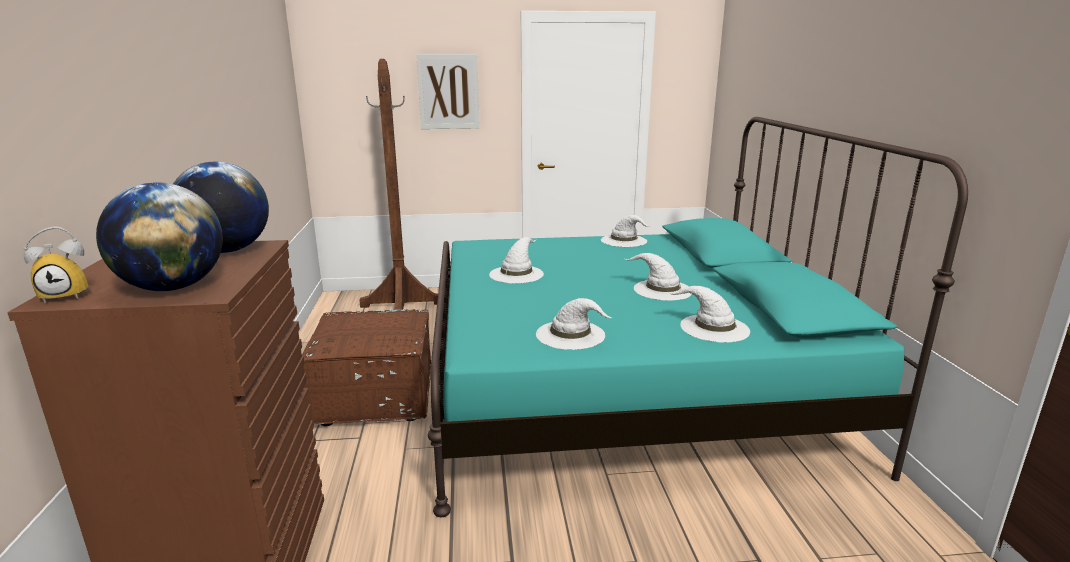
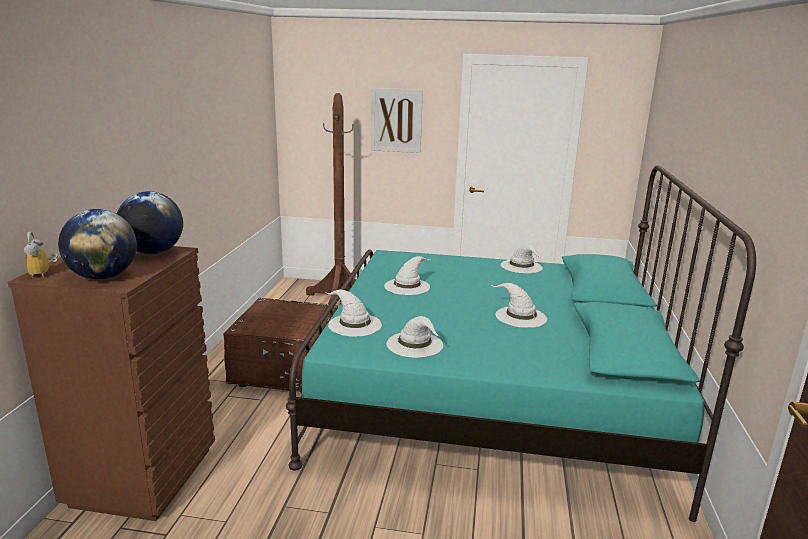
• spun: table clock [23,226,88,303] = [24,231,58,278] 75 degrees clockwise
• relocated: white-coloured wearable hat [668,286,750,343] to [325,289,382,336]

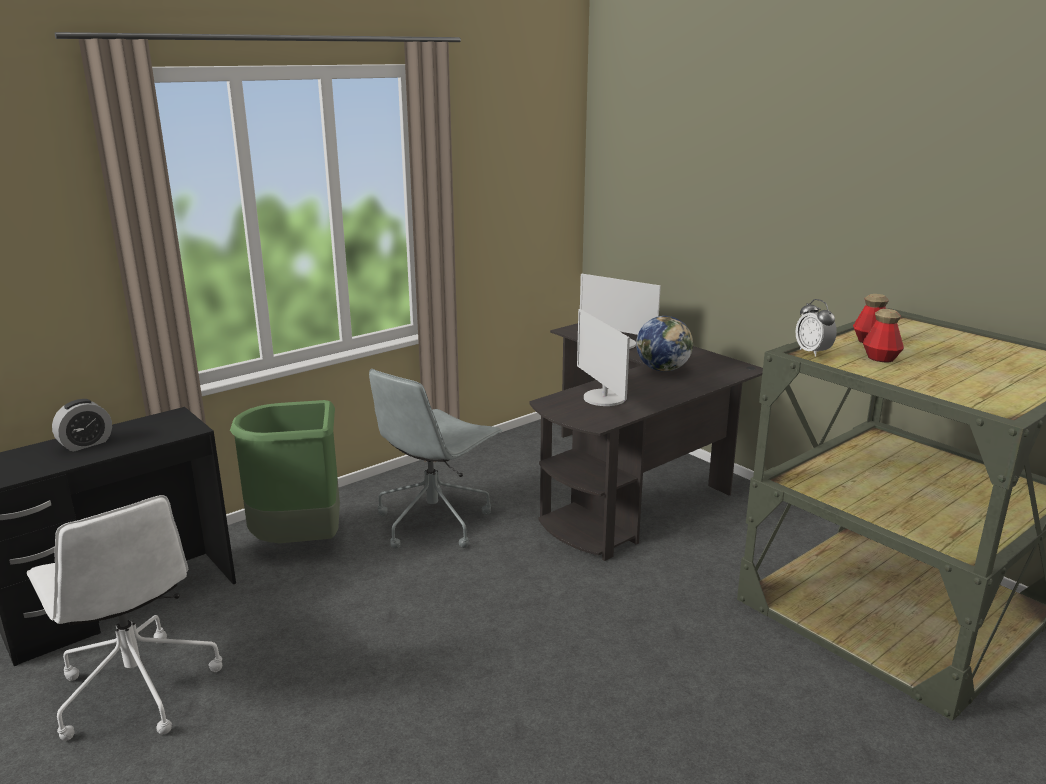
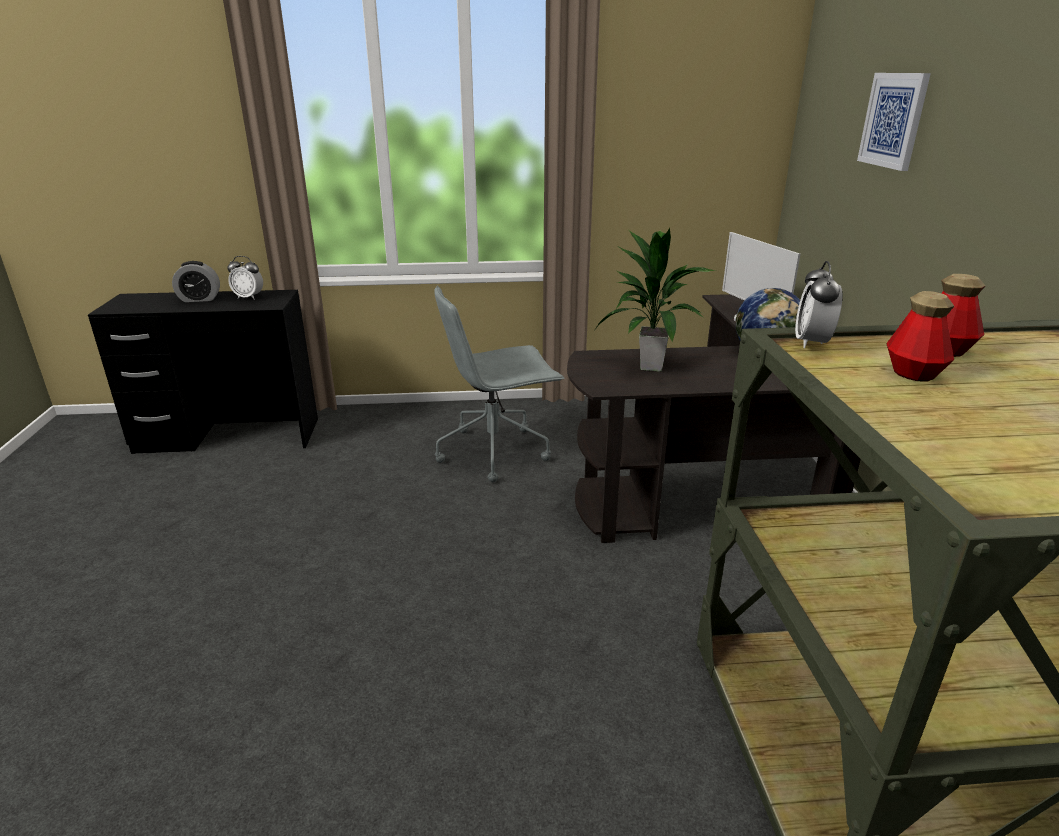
• appeared: table clock [227,256,263,300]
• exchanged: computer display [577,309,630,406] to potted plant [596,228,716,371]
• appeared: wall picture [857,73,931,171]
• missing: white-coloured office chair [27,495,222,741]
• missing: green rubbish bin [230,400,340,544]

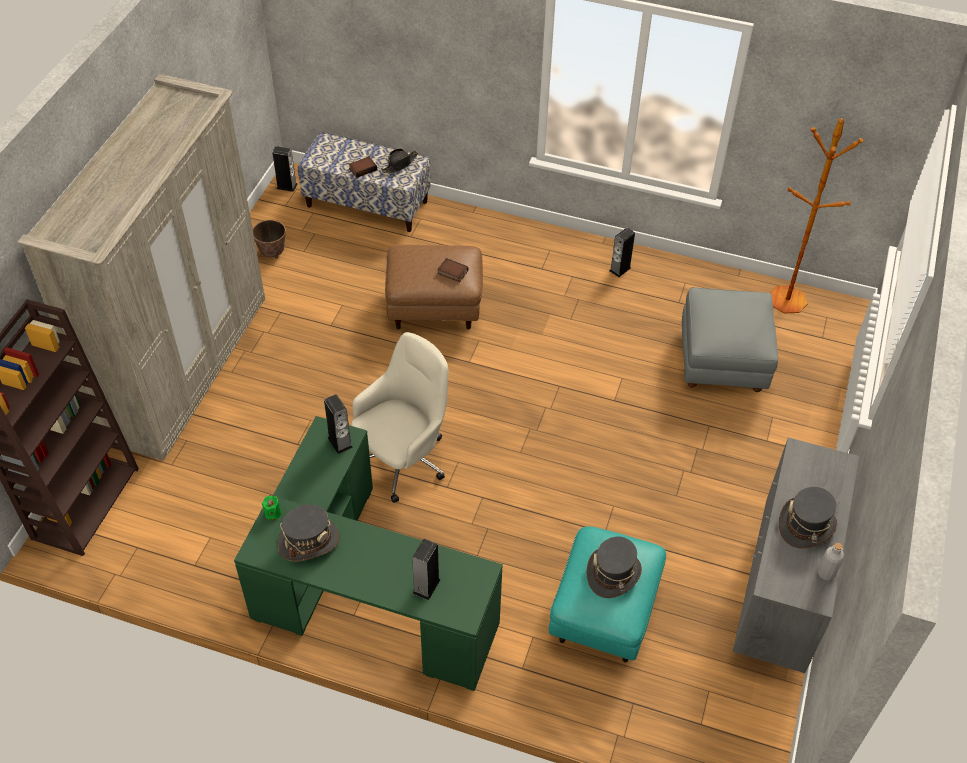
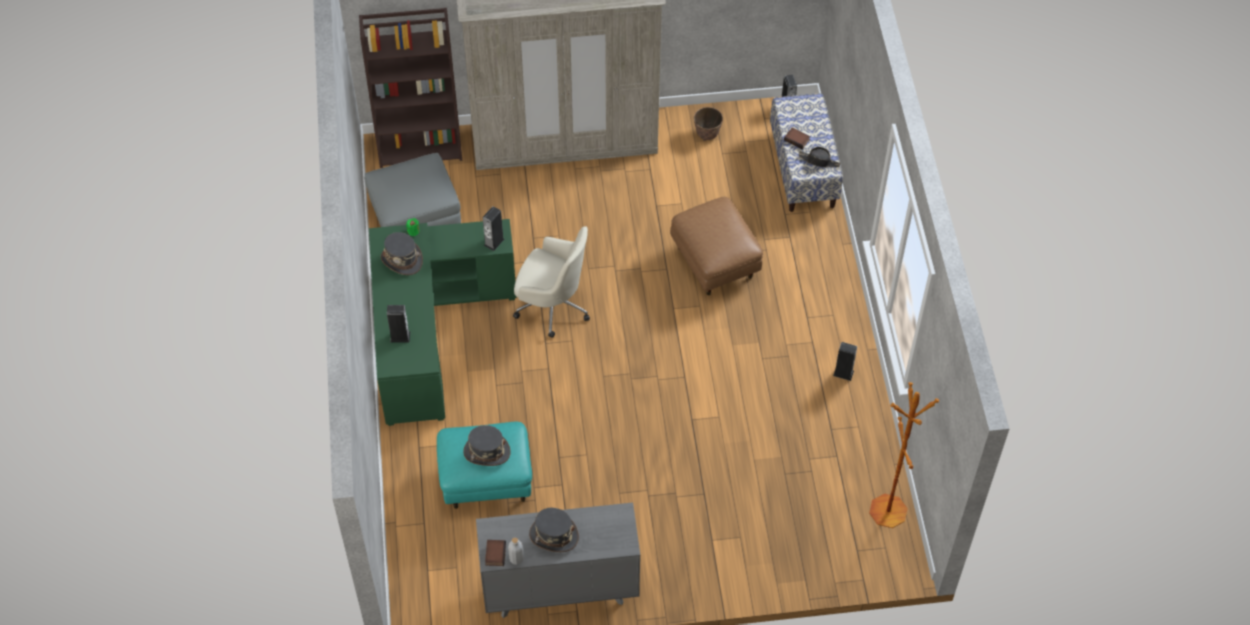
• relocated: greyish pouffe [682,287,778,392] to [364,153,461,227]
• relocated: book [437,258,468,282] to [485,540,506,566]

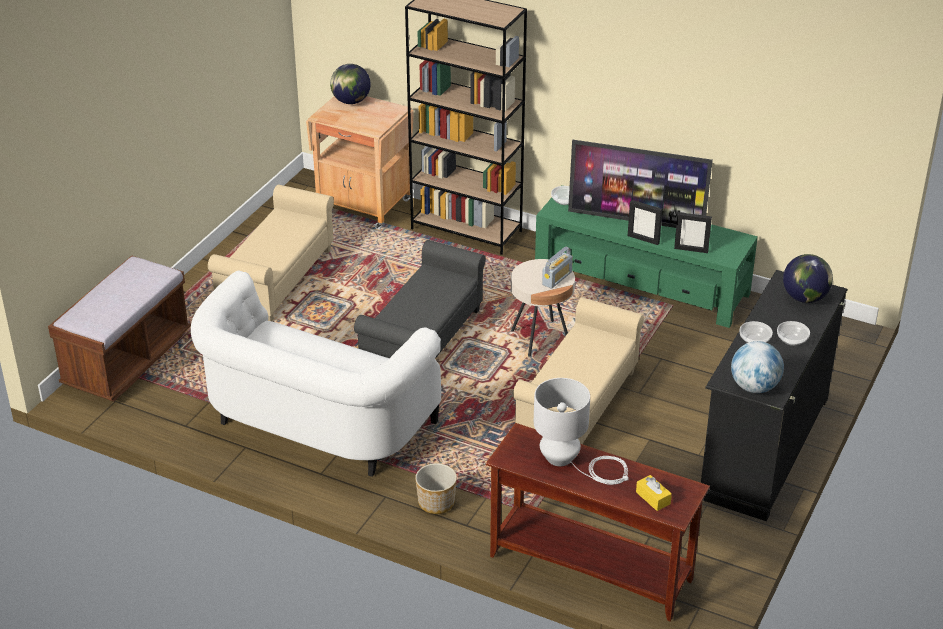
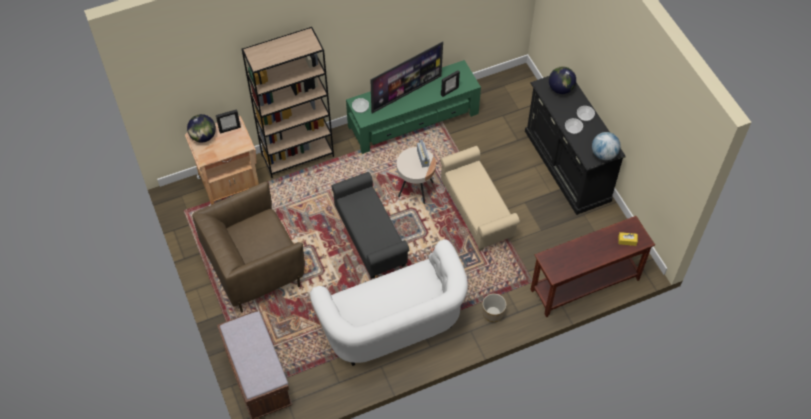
• exchanged: sand-coloured pouffe [208,185,334,321] to brown-coloured armchair [192,182,305,312]
• relocated: picture frame [628,200,662,245] to [216,109,241,134]
• missing: greyish tabletop lamp [534,378,629,485]

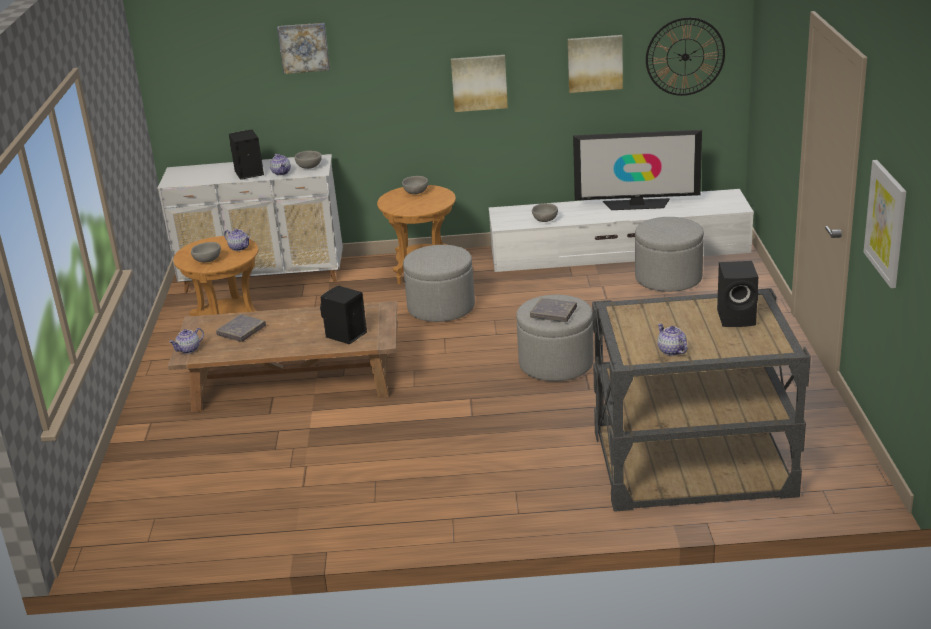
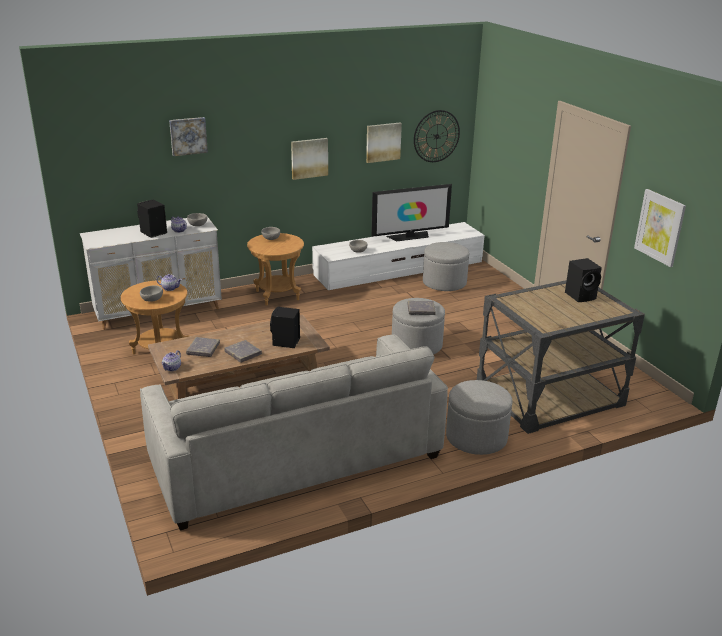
• appeared: greyish sofa [140,334,448,530]
• appeared: greyish book [224,340,262,363]
• relocated: greyish pouffe [403,245,475,322] to [446,380,513,455]
• missing: tea pot [658,323,687,356]

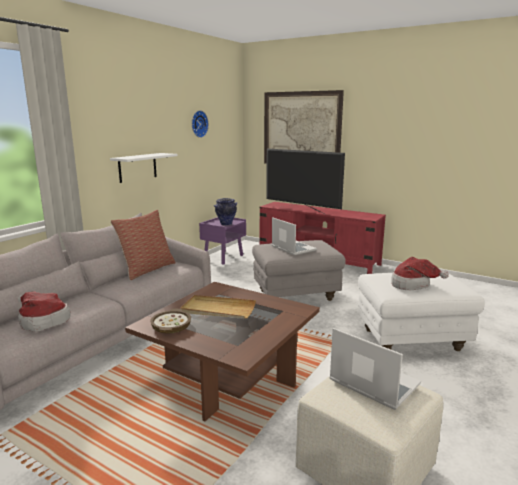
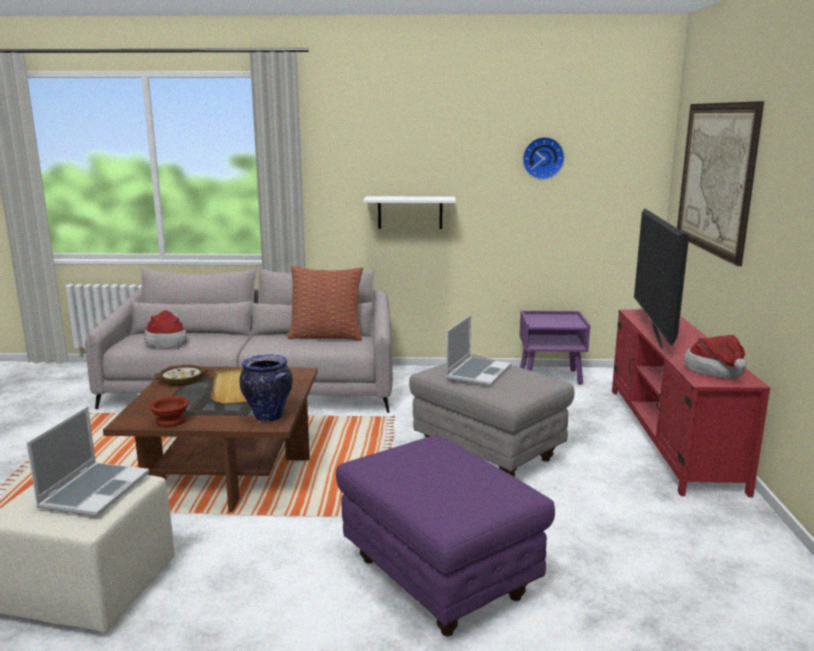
• appeared: brown-coloured deep dish [149,396,189,427]
• relocated: vase [214,198,237,226] to [240,354,293,422]
• colour: white-coloured pouffe [358,273,485,351] to purplish pouffe [336,435,555,636]
• relocated: wearable hat [391,257,449,290] to [684,335,747,379]

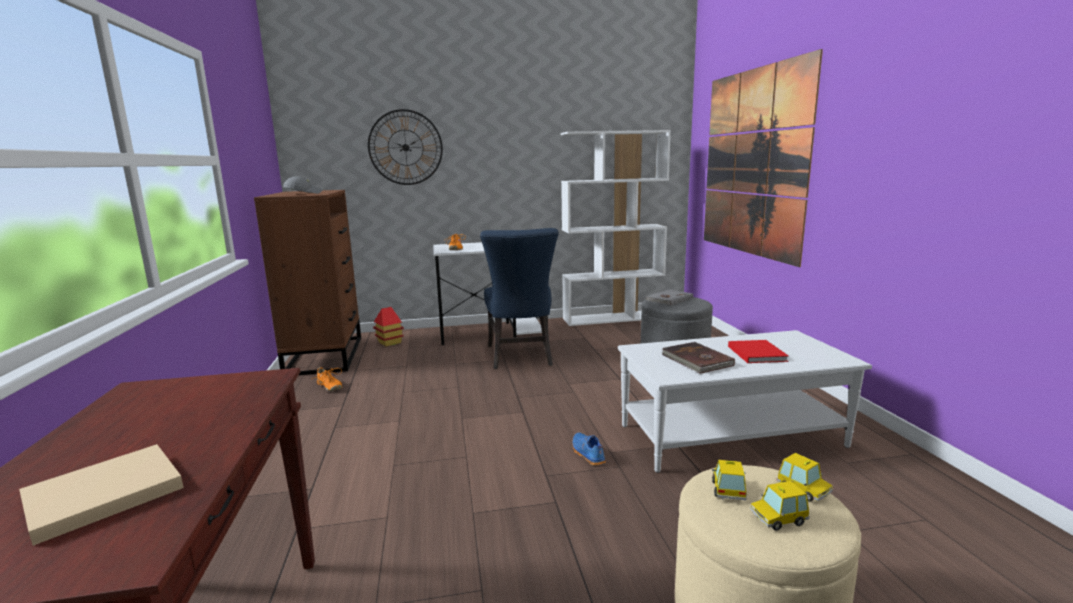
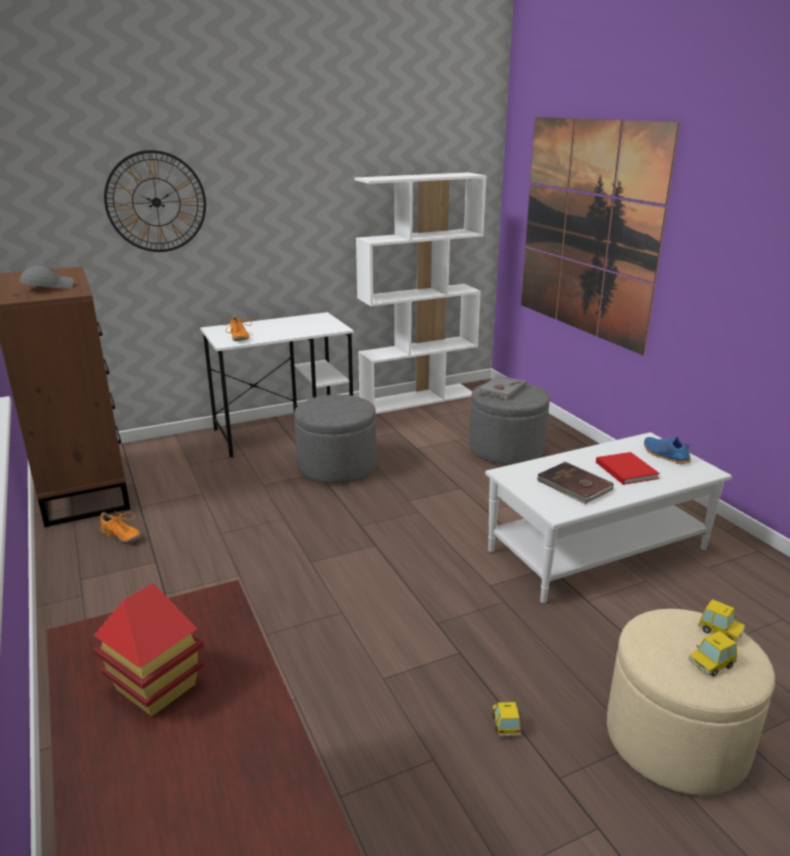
• relocated: model house [373,307,404,346] to [93,583,204,716]
• exchanged: bluish upright chair [480,228,559,369] to greyish pouffe [294,395,376,484]
• relocated: model car [712,460,747,500] to [492,702,521,737]
• relocated: bluish item of footwear [572,433,606,466] to [644,437,692,464]
• missing: sand-coloured book [19,444,184,546]

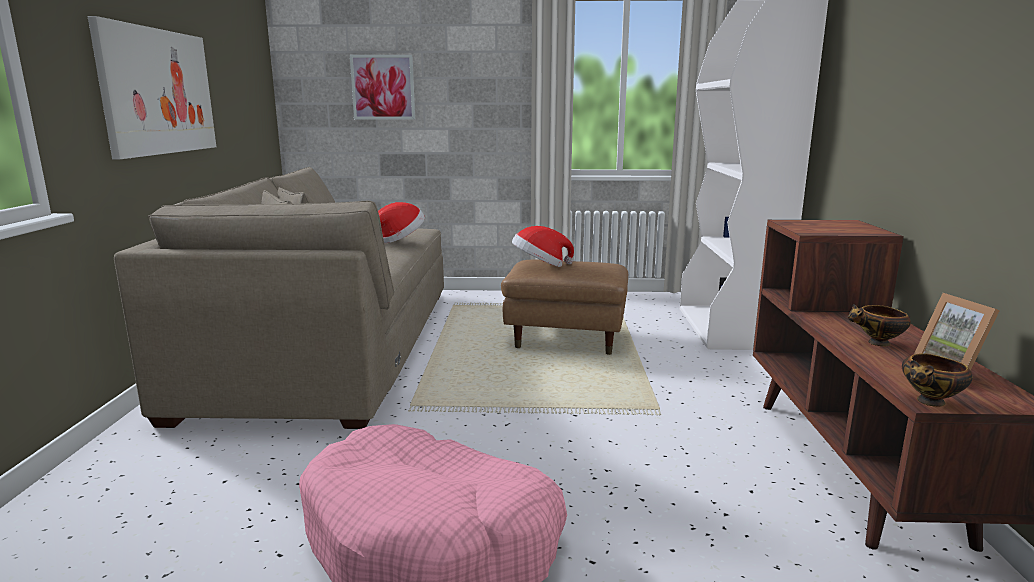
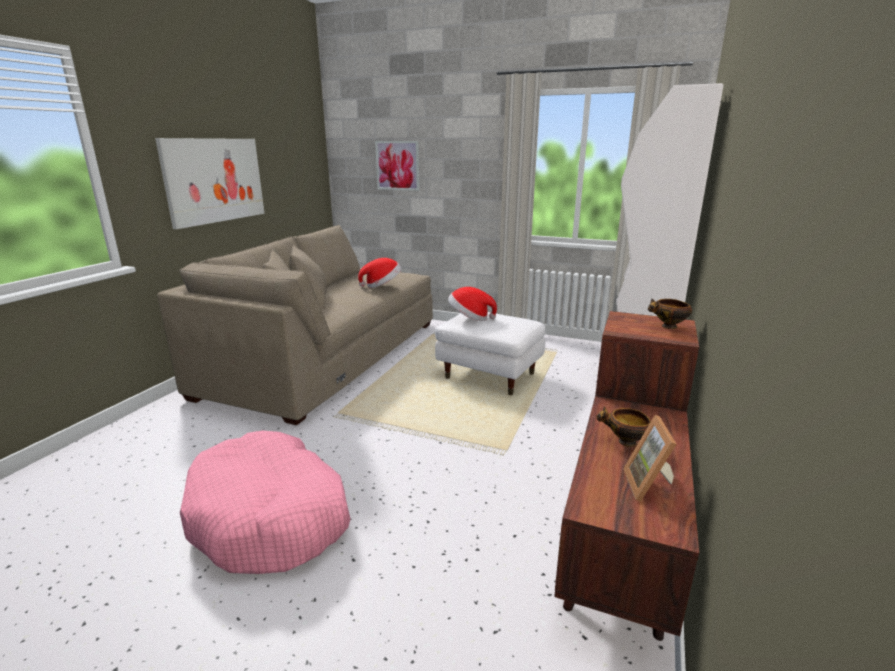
• colour: brown-coloured pouffe [501,260,628,355] to white-coloured pouffe [435,312,545,395]
• relocated: deep dish [902,353,973,407] to [648,299,692,329]

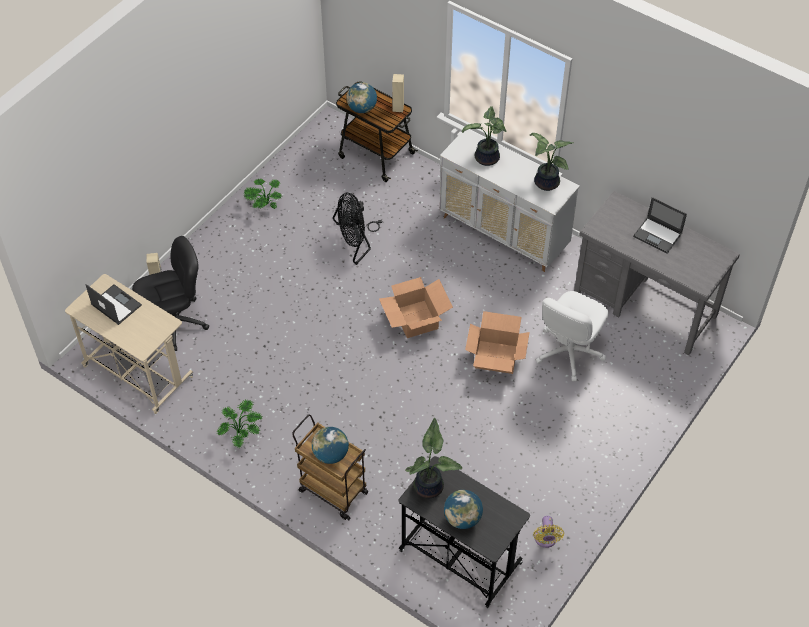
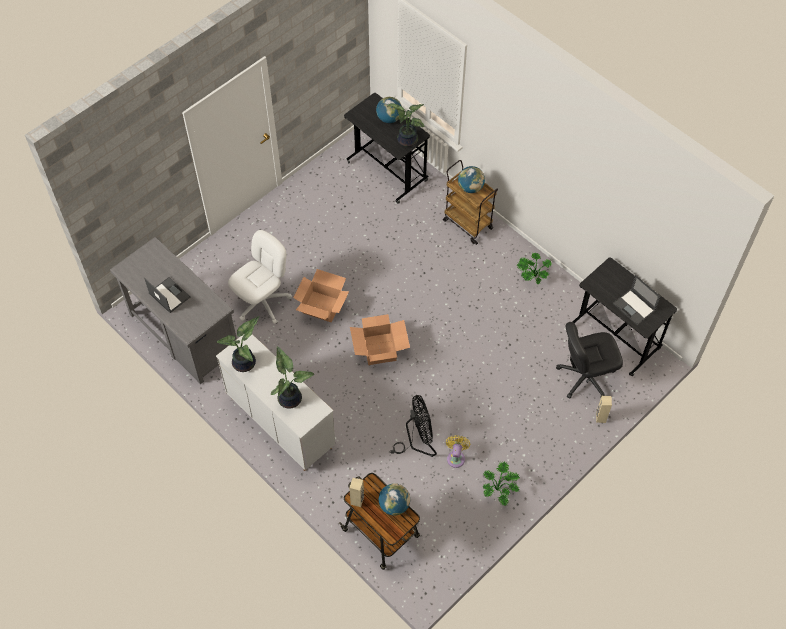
• relocated: yellowish fan [533,516,564,548] to [446,435,470,468]
• colour: sand-coloured desk [65,274,193,414] to black desk [573,257,677,376]

